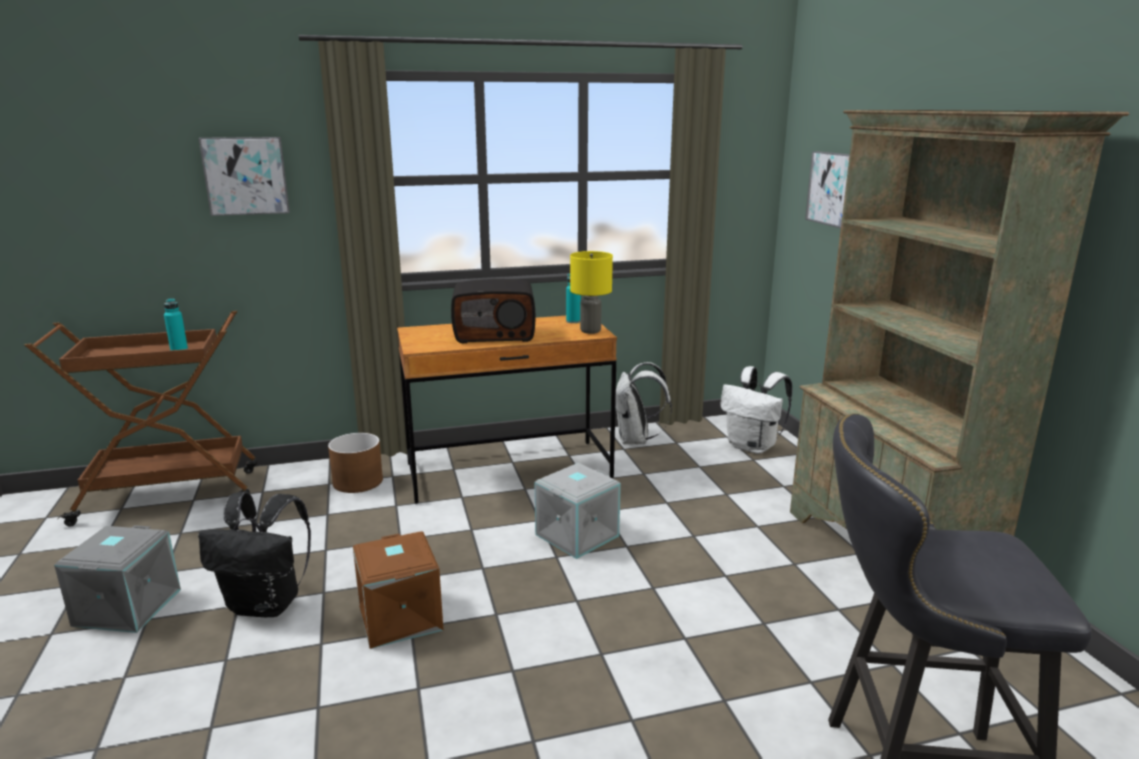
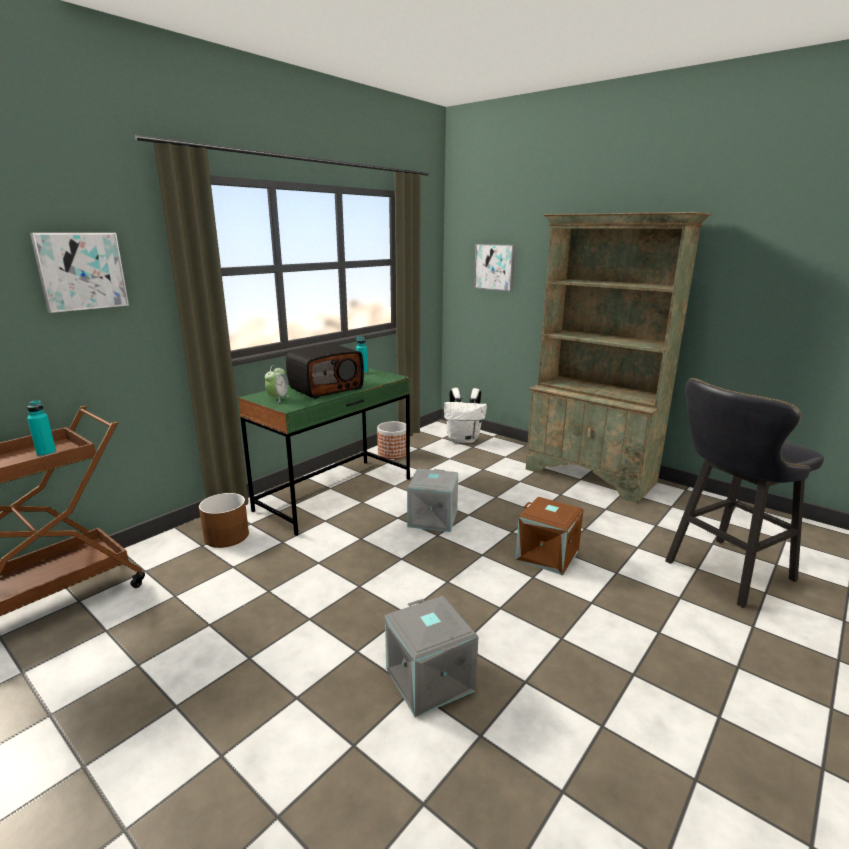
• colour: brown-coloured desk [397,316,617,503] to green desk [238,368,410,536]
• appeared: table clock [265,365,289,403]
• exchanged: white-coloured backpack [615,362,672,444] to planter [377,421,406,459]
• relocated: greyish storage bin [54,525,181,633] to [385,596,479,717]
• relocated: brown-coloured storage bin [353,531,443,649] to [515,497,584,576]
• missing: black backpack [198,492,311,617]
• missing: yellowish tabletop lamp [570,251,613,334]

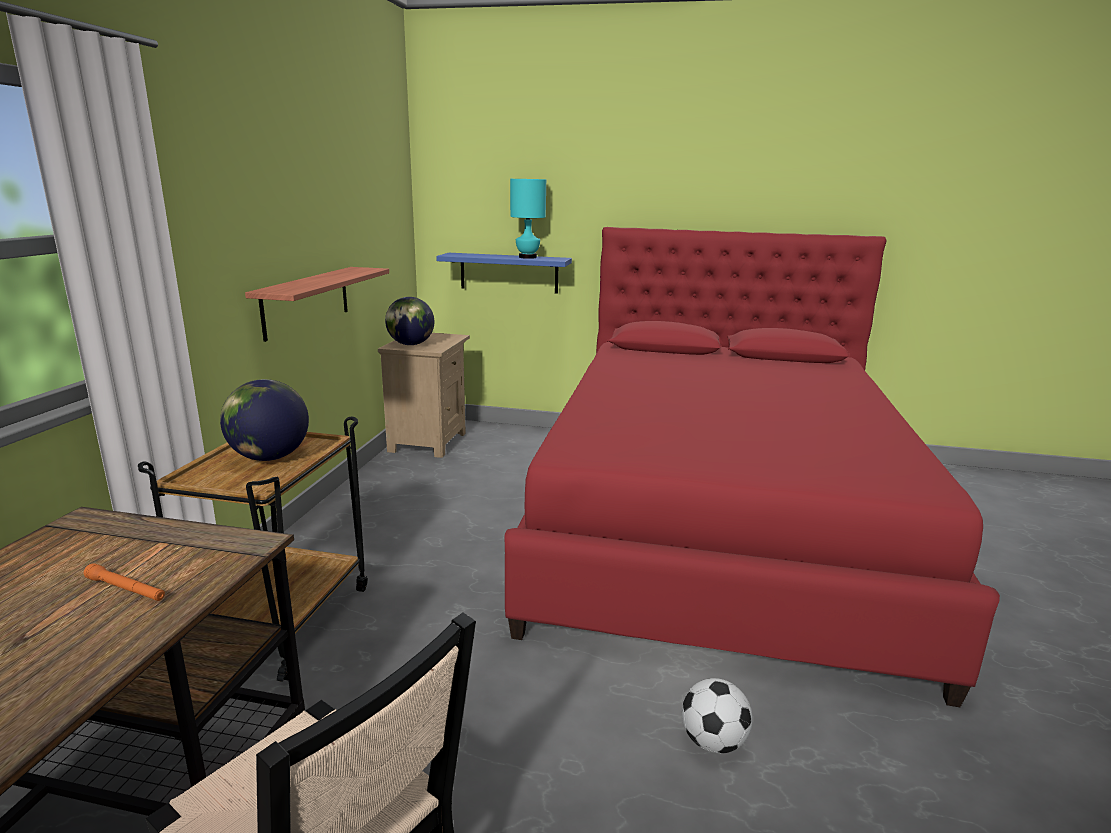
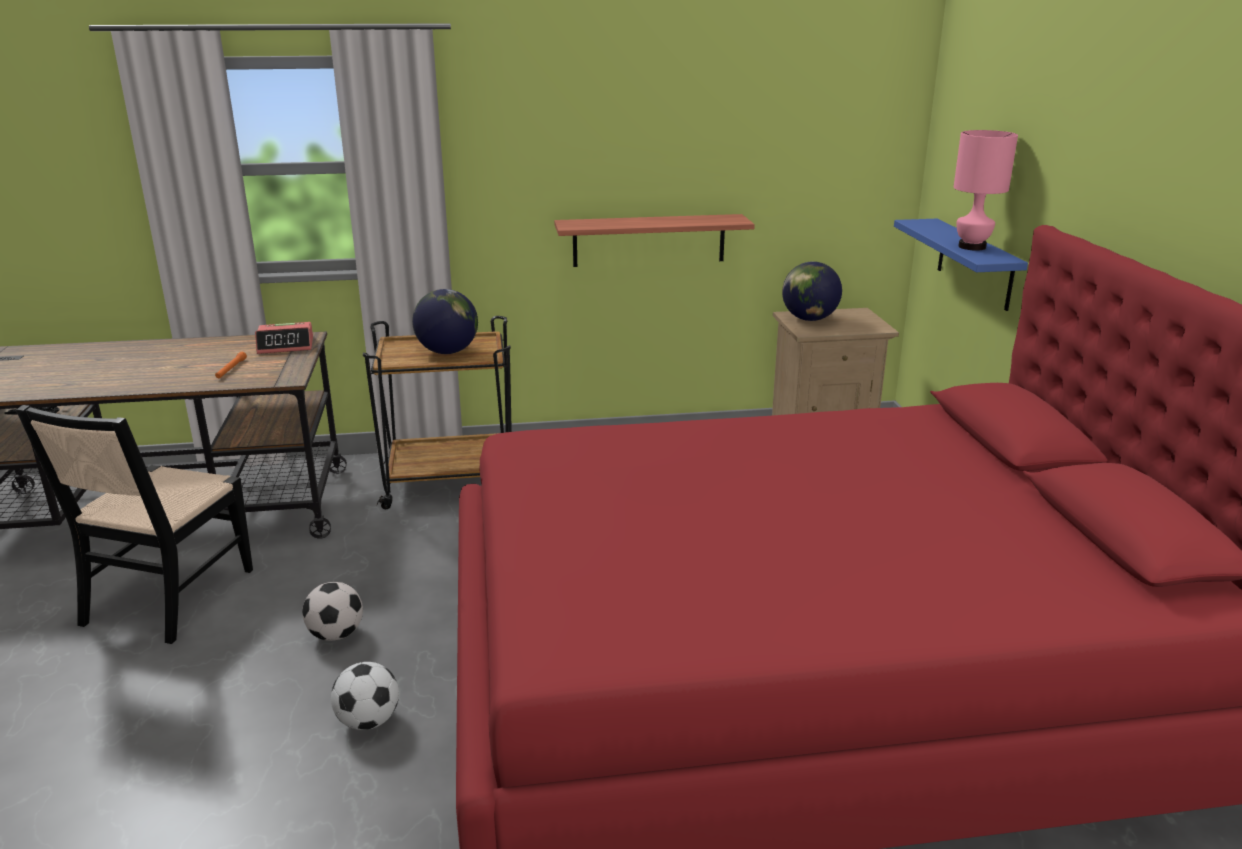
• appeared: table clock [255,322,313,354]
• appeared: football [302,582,363,641]
• colour: turquoise-coloured tabletop lamp [510,179,546,259] to pink-coloured tabletop lamp [954,130,1018,251]

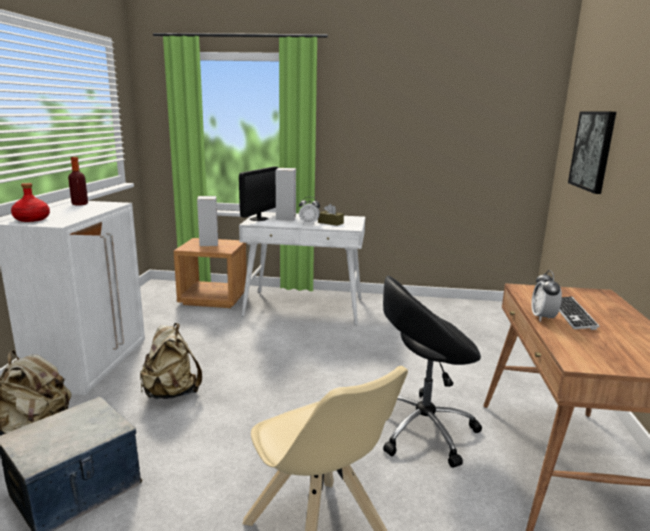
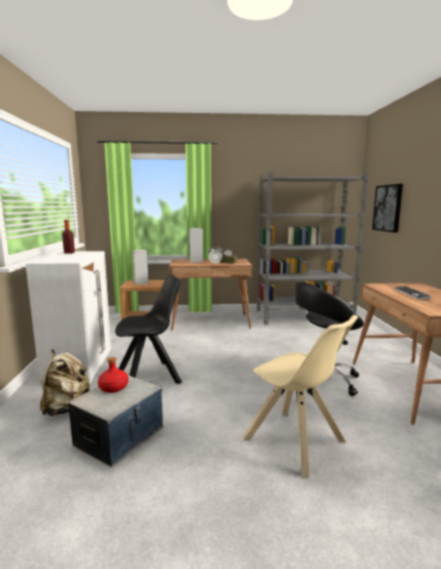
• relocated: red drink bottle [11,183,50,222] to [98,357,128,393]
• exchanged: sand-coloured backpack [140,323,202,399] to black upright chair [115,275,182,384]
• colour: white-coloured desk [239,212,365,325] to brown-coloured desk [169,259,252,330]
• appeared: greyish bookcase [257,172,368,325]
• missing: computer display [239,167,279,221]
• missing: table clock [531,270,562,322]

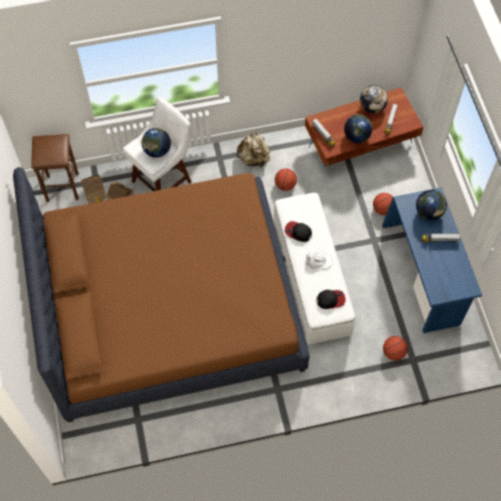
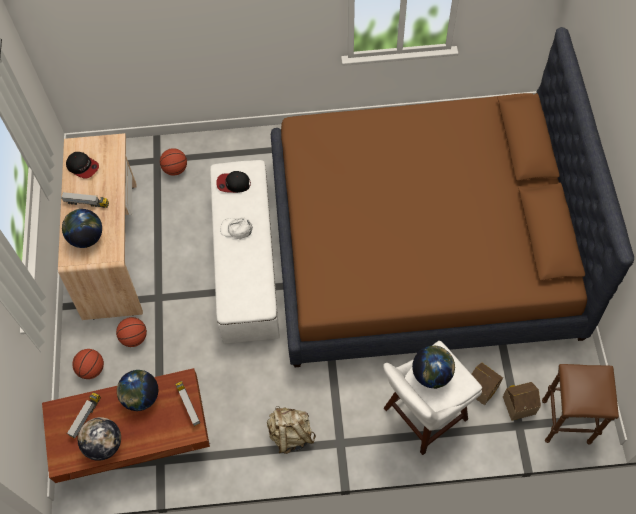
• colour: bluish desk [382,188,482,333] to sand-coloured desk [58,133,143,320]
• relocated: baseball cap [285,221,312,242] to [66,152,99,179]
• relocated: basketball ball [275,169,297,191] to [72,349,104,379]

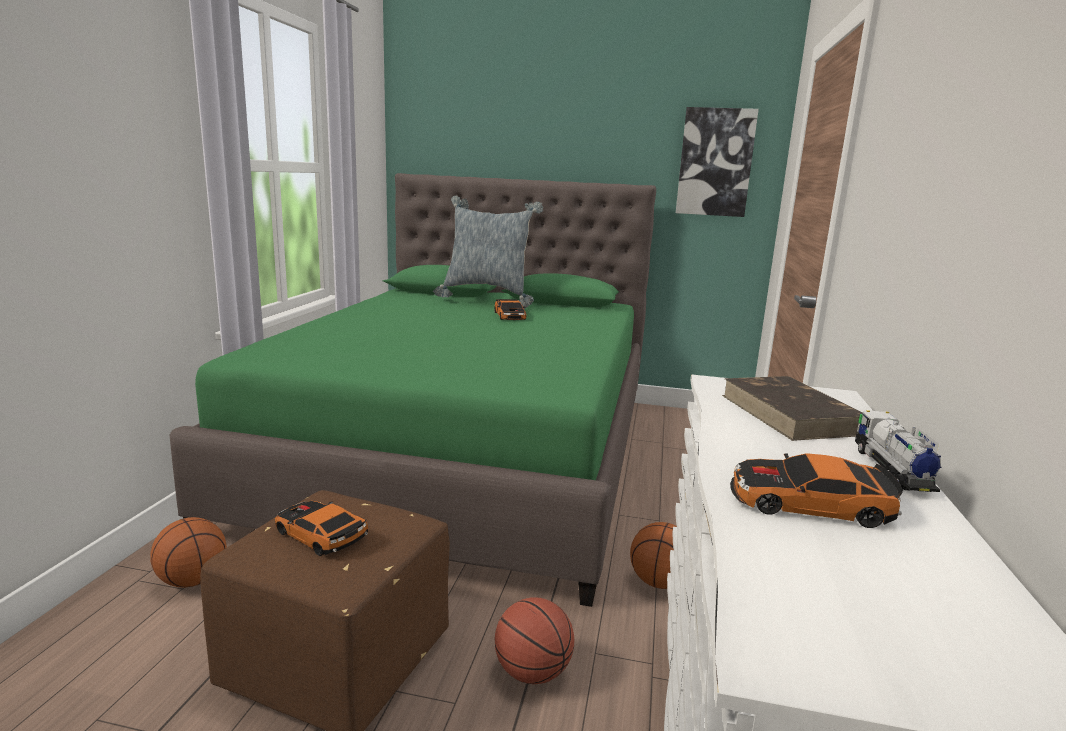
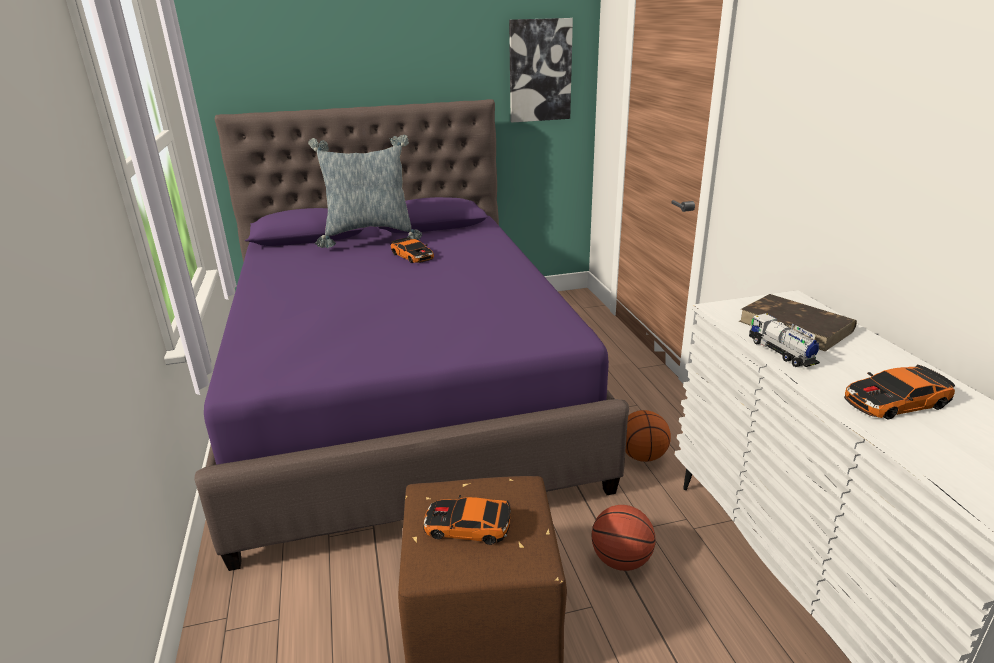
• colour: green bedroom bed [170,173,656,607] to purplish bedroom bed [194,99,629,571]
• relocated: toy lorry [855,410,941,492] to [749,313,820,367]
• missing: basketball ball [150,517,227,588]

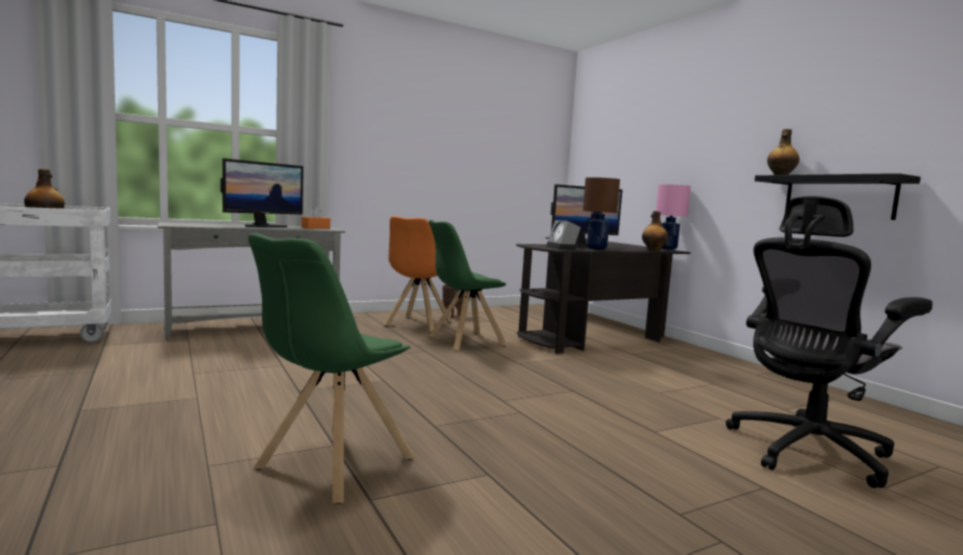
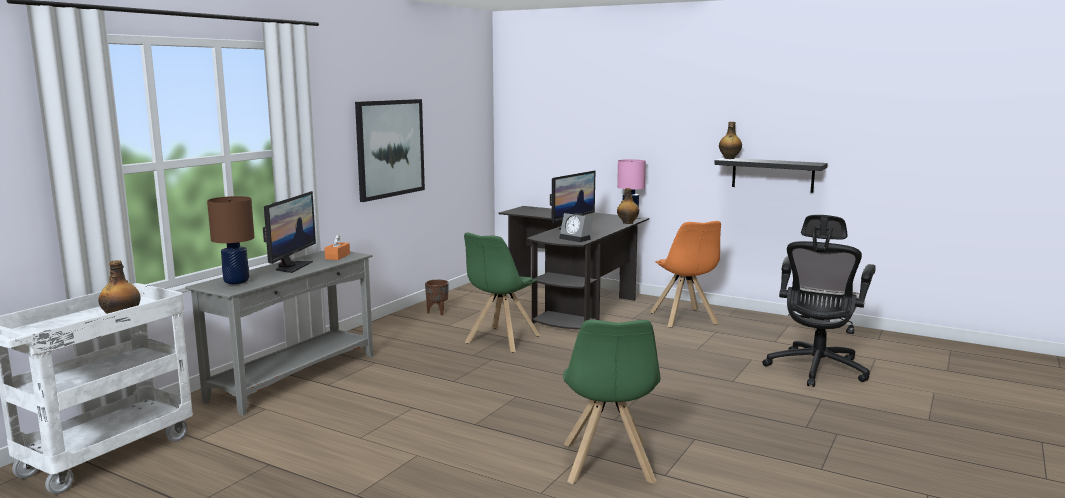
• relocated: brown-coloured tabletop lamp [583,177,620,250] to [207,196,255,284]
• appeared: wall picture [355,99,425,202]
• relocated: orange-coloured upright chair [383,216,452,332] to [649,221,721,328]

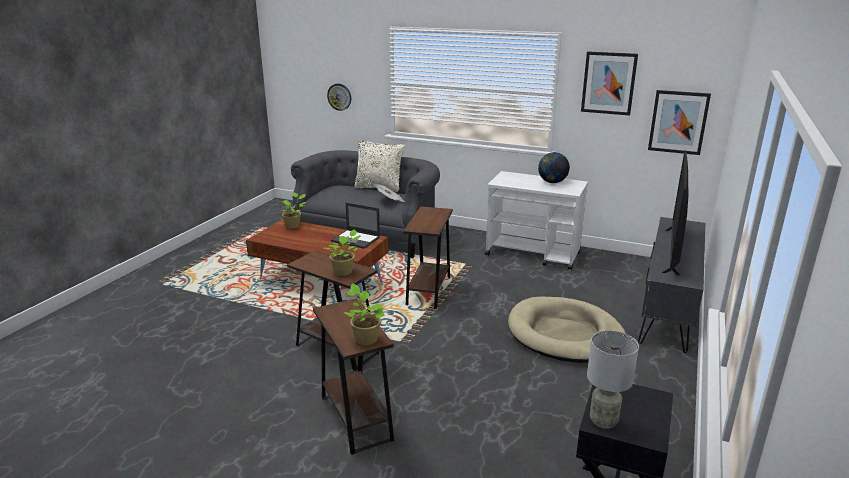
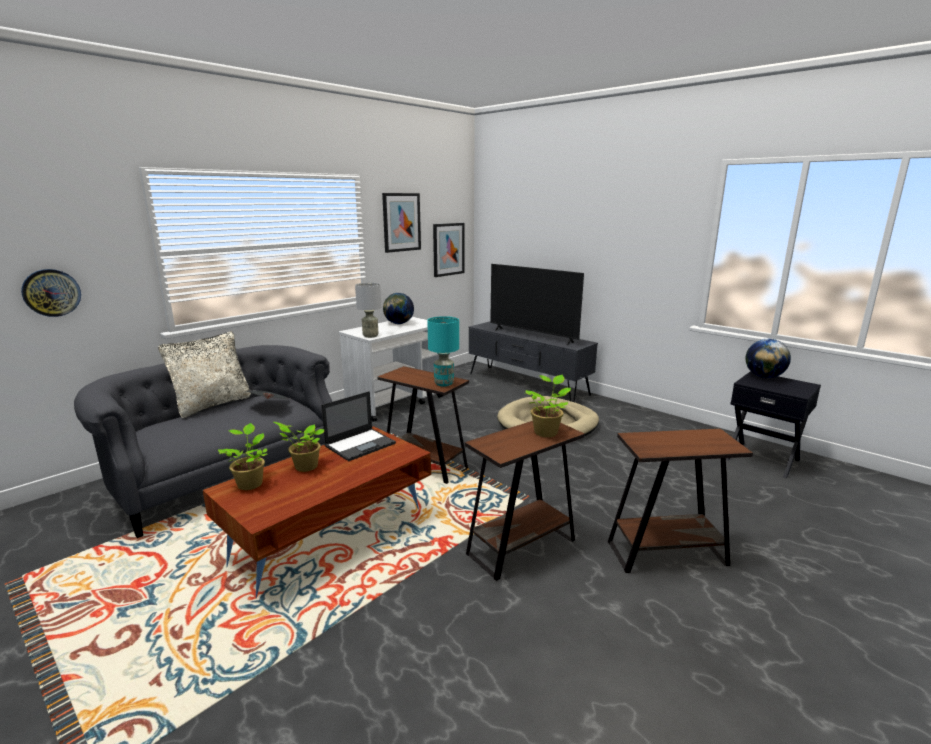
• relocated: potted plant [344,283,385,345] to [273,422,325,472]
• relocated: greyish tabletop lamp [587,330,639,429] to [355,283,381,338]
• appeared: turquoise-coloured tabletop lamp [427,316,459,387]
• appeared: desk globe [746,339,791,378]

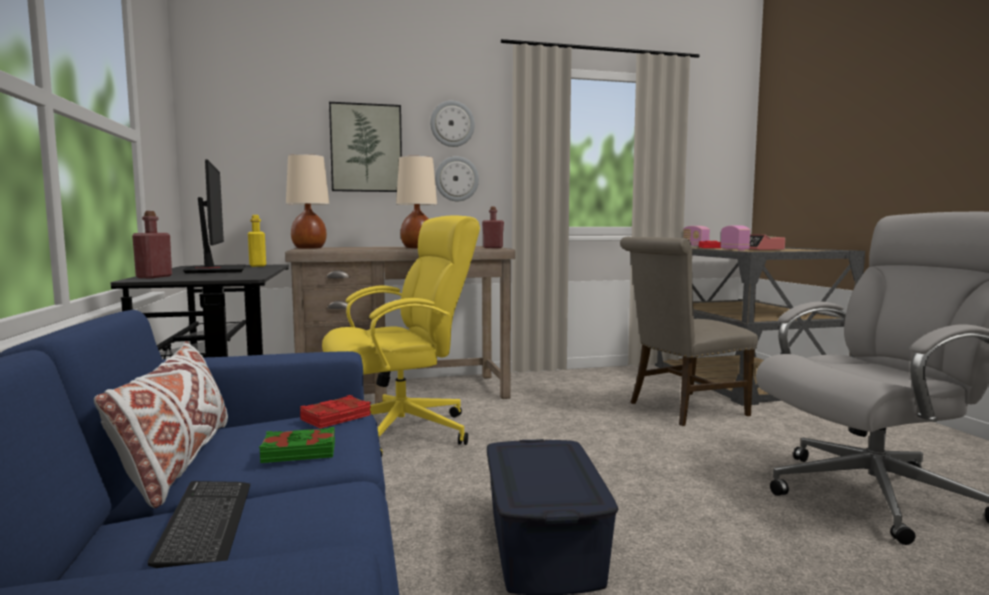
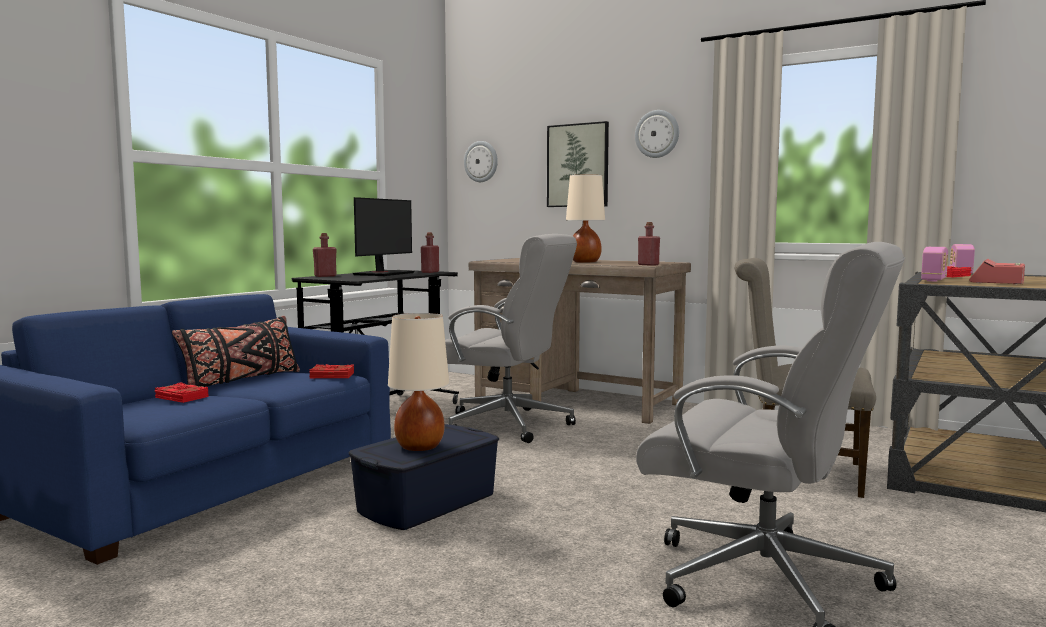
• exchanged: keyboard [148,481,250,568] to red book [155,382,209,403]
• colour: white-coloured throw pillow [94,341,228,508] to black throw pillow [172,316,300,387]
• relocated: sand-coloured tabletop lamp [286,154,329,249] to [388,313,449,451]
• colour: yellowish drink bottle [248,215,266,267] to red drink bottle [421,232,439,273]
• colour: yellowish office chair [322,216,480,458] to greyish office chair [445,234,577,443]
• relocated: clock on the wall [435,156,479,201] to [464,141,498,182]
• missing: green book [259,427,335,463]

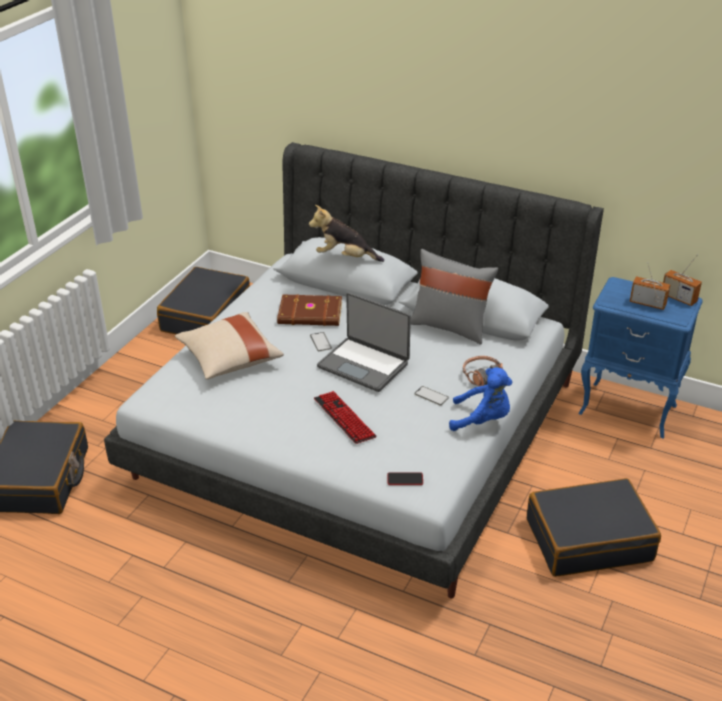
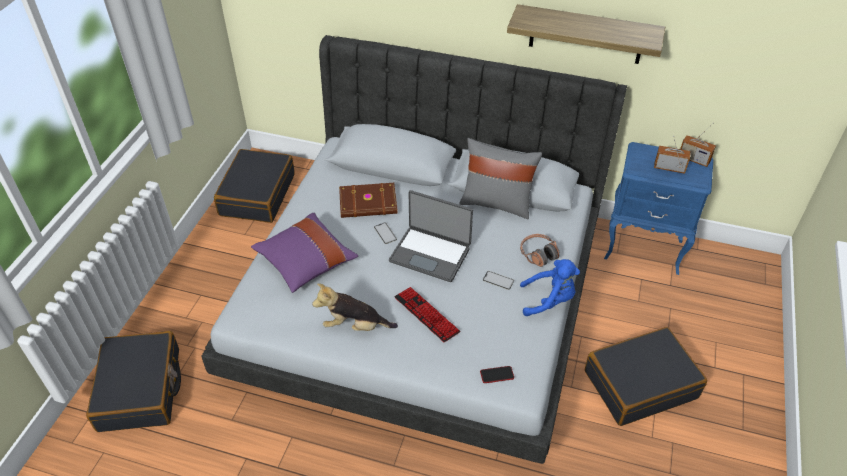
• colour: sand-coloured throw pillow [175,312,284,380] to purplish throw pillow [251,213,358,293]
• relocated: cuddly toy [309,205,384,262] to [312,283,398,331]
• appeared: wall shelf [507,4,665,64]

